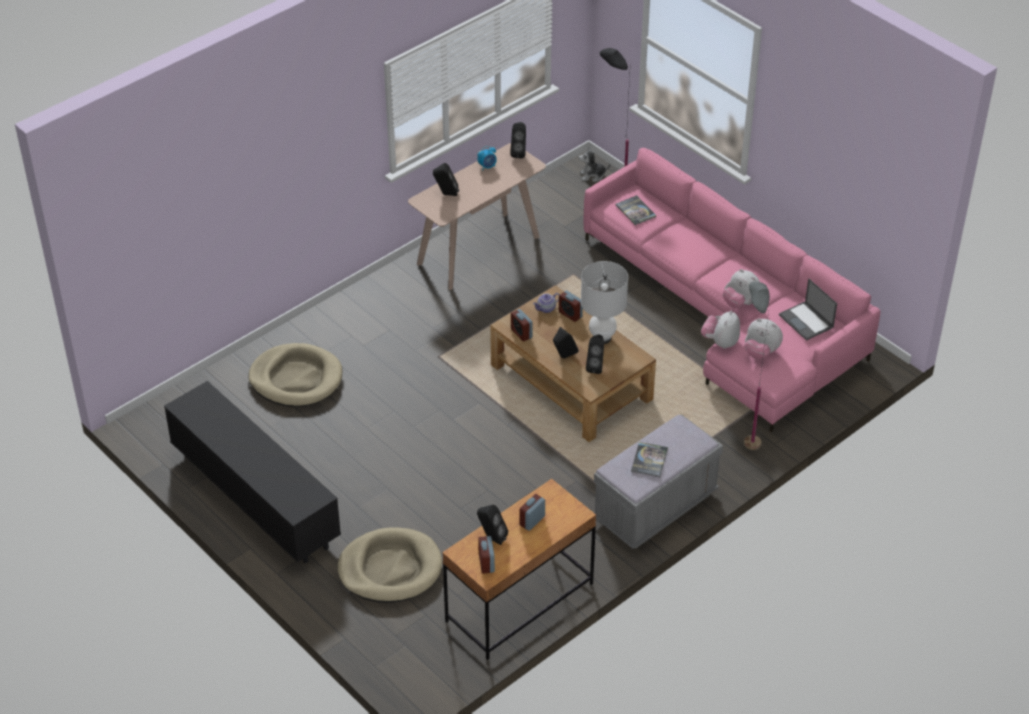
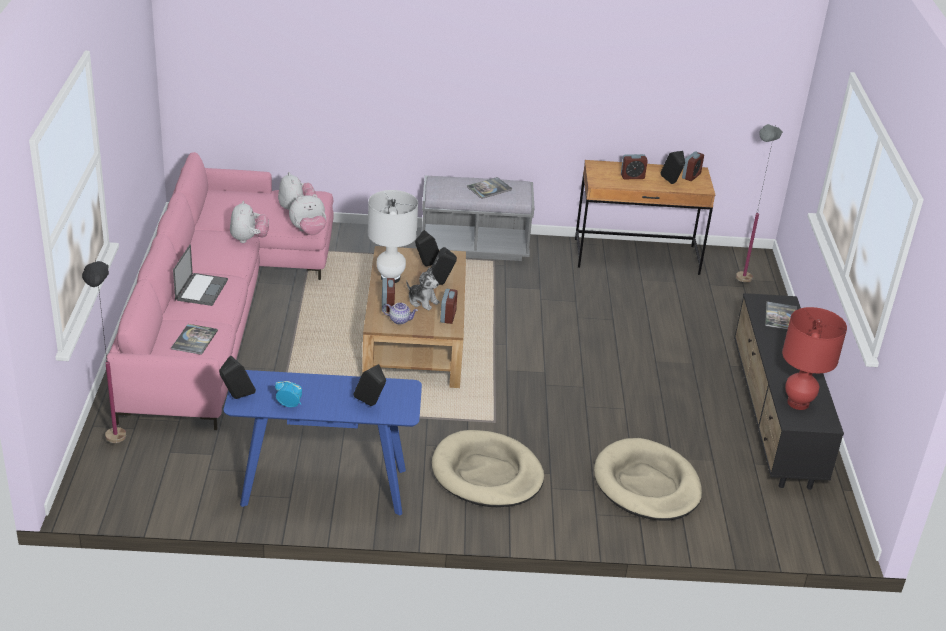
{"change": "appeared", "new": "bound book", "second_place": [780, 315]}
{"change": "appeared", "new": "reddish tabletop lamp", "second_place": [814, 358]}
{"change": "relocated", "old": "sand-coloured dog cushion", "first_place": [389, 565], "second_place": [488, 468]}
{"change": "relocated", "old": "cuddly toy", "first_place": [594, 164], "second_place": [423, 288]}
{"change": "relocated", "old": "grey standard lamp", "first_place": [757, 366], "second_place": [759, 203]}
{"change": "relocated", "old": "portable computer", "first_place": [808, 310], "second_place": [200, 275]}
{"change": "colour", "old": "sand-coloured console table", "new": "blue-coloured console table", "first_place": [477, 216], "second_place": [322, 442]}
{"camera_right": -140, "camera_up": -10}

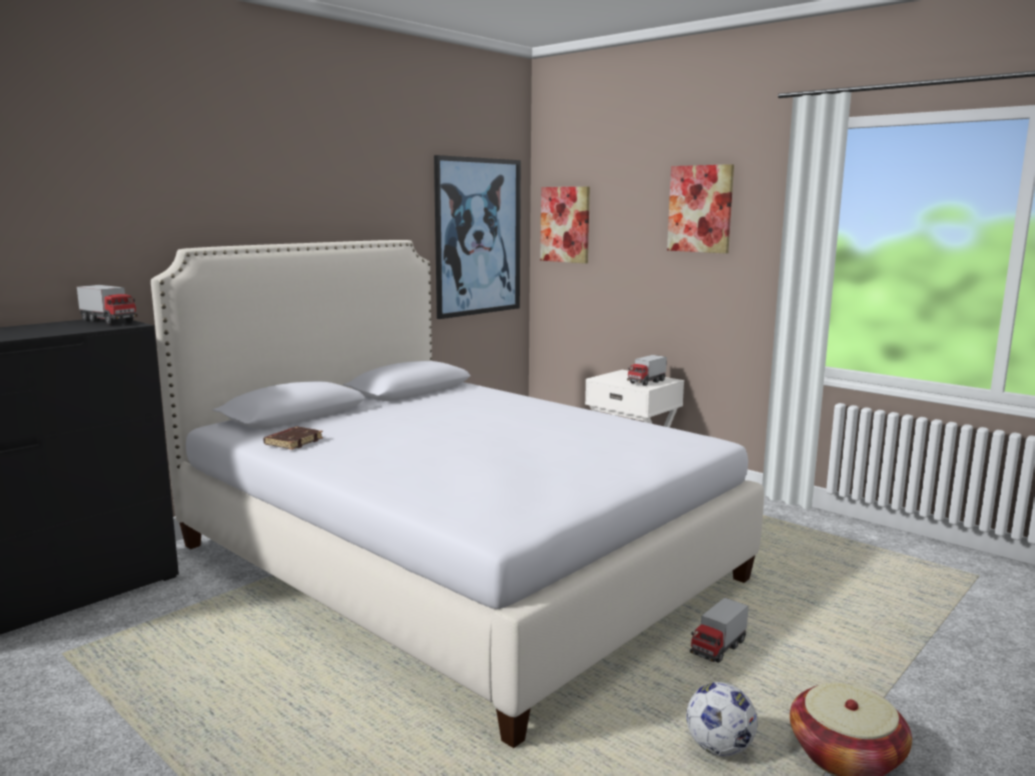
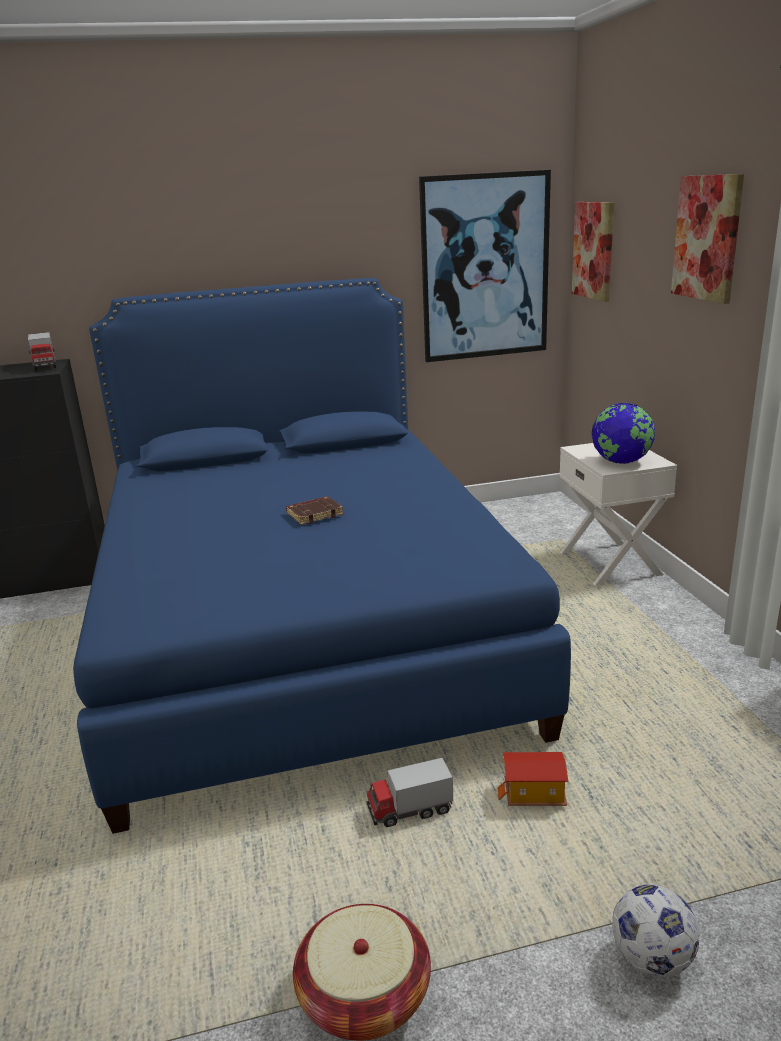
{"change": "appeared", "new": "model house", "second_place": [532, 779]}
{"change": "relocated", "old": "brown bound book", "first_place": [293, 438], "second_place": [315, 510]}
{"change": "relocated", "old": "football", "first_place": [722, 719], "second_place": [655, 931]}
{"change": "exchanged", "old": "toy truck", "new": "world globe", "first_place": [647, 370], "second_place": [623, 433]}
{"change": "colour", "old": "whitish sleeping bed", "new": "blue-coloured sleeping bed", "first_place": [457, 494], "second_place": [322, 556]}
{"camera_right": 35, "camera_up": 10}

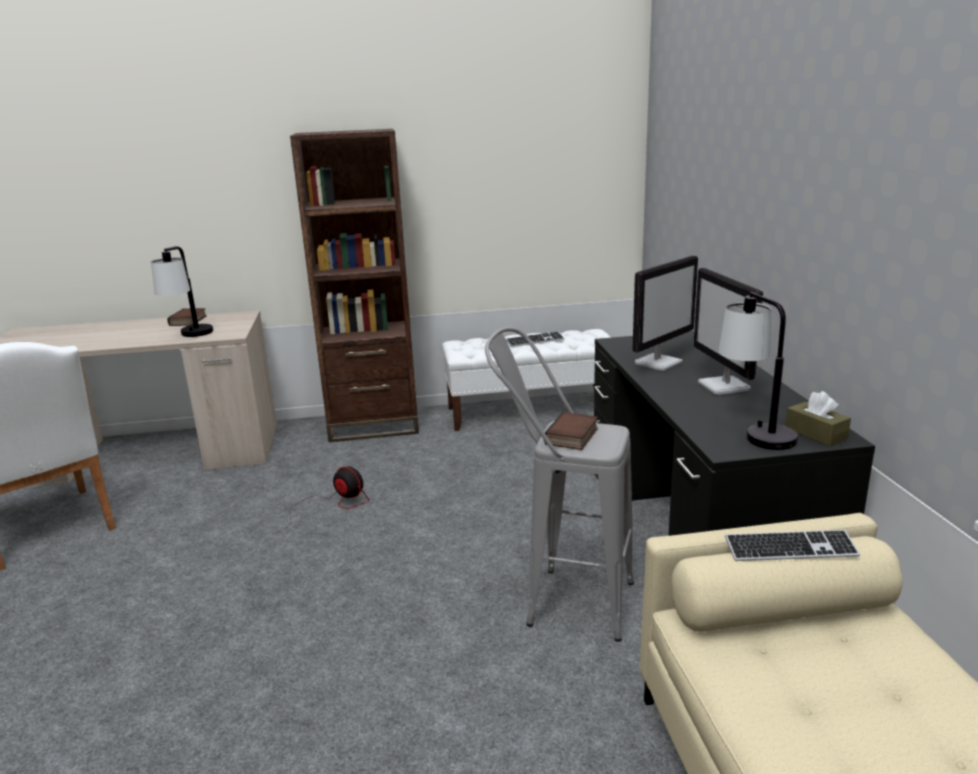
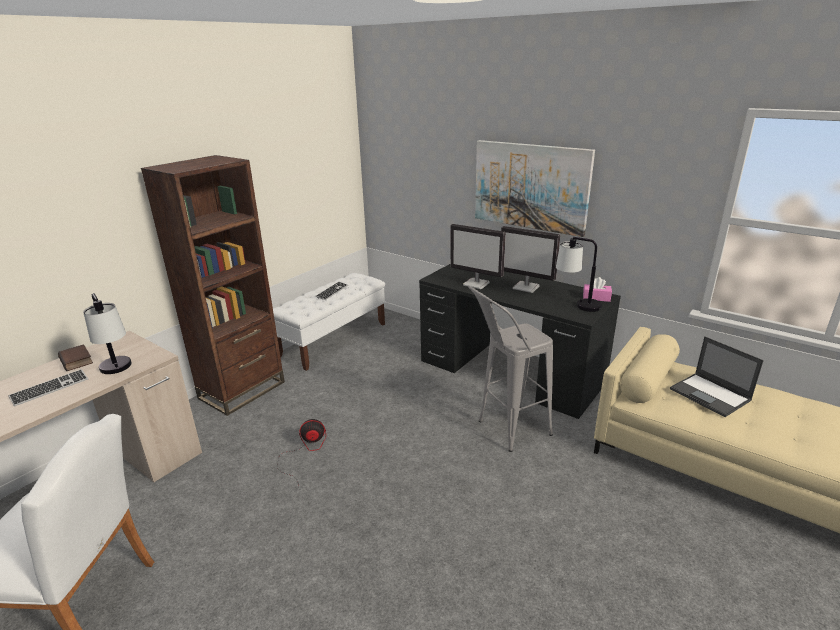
{"change": "missing", "old": "bound book", "first_place": [571, 431]}
{"change": "appeared", "new": "wall art", "second_place": [535, 188]}
{"change": "appeared", "new": "portable computer", "second_place": [717, 376]}
{"change": "relocated", "old": "keyboard", "first_place": [792, 545], "second_place": [48, 387]}
{"change": "colour", "old": "brown tissue box", "new": "pink tissue box", "first_place": [818, 418], "second_place": [597, 289]}
{"change": "spun", "old": "computer display", "first_place": [665, 313], "second_place": [478, 256], "degrees": 120}
{"camera_right": -45, "camera_up": 5}

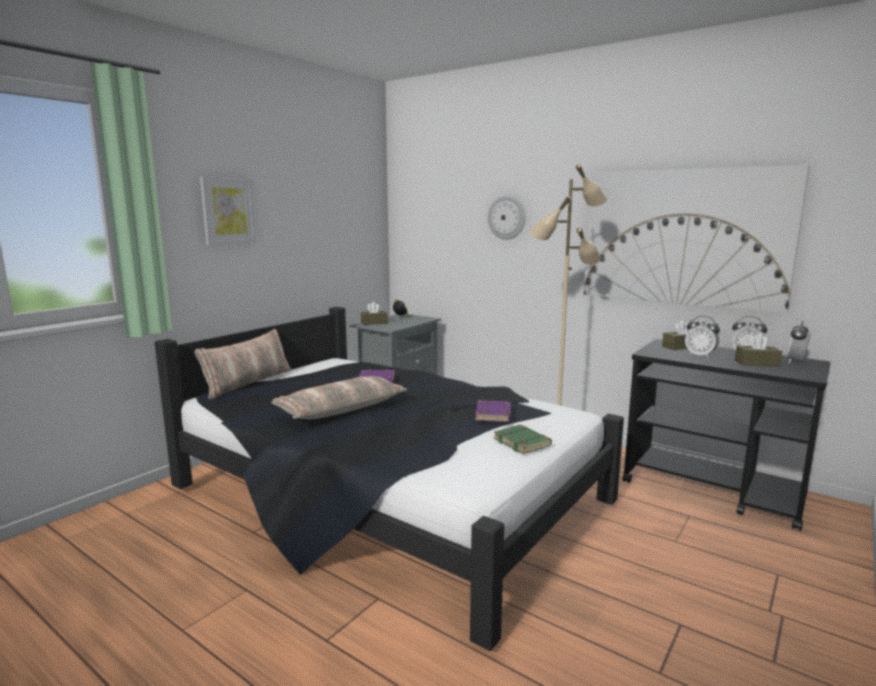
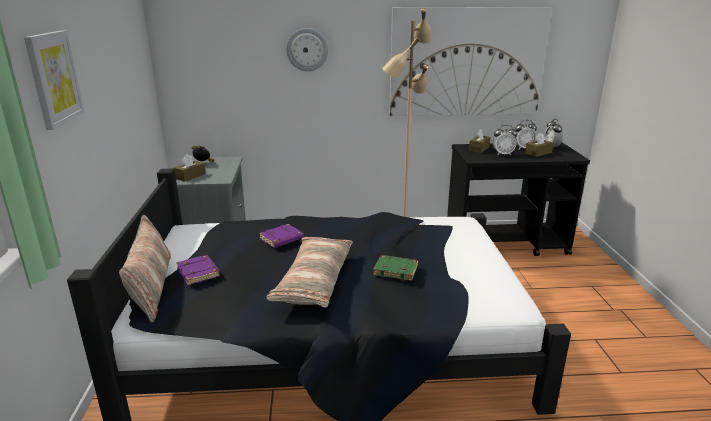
{"change": "relocated", "old": "purplish bound book", "first_place": [493, 411], "second_place": [198, 270]}
{"change": "relocated", "old": "green bound book", "first_place": [523, 439], "second_place": [395, 268]}
{"camera_right": -40, "camera_up": 10}

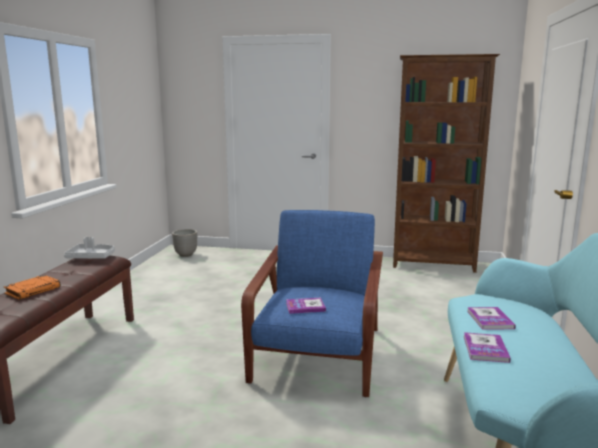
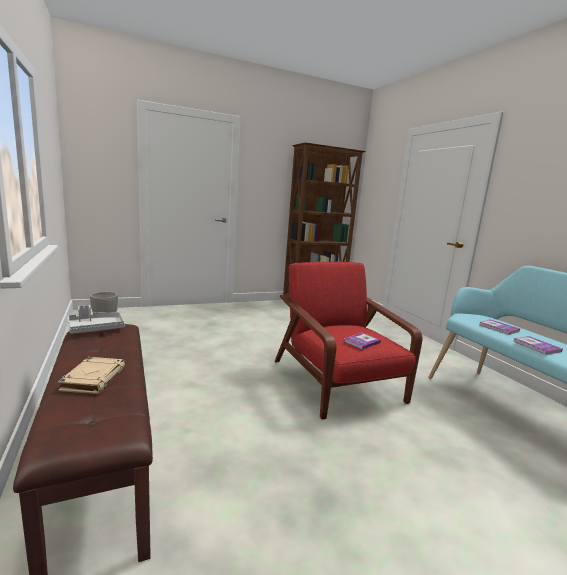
{"change": "colour", "old": "orangey bound book", "new": "sand-coloured bound book", "first_place": [32, 287], "second_place": [91, 375]}
{"change": "colour", "old": "blue-coloured armchair", "new": "reddish armchair", "first_place": [312, 303], "second_place": [349, 341]}
{"camera_right": -35, "camera_up": 0}

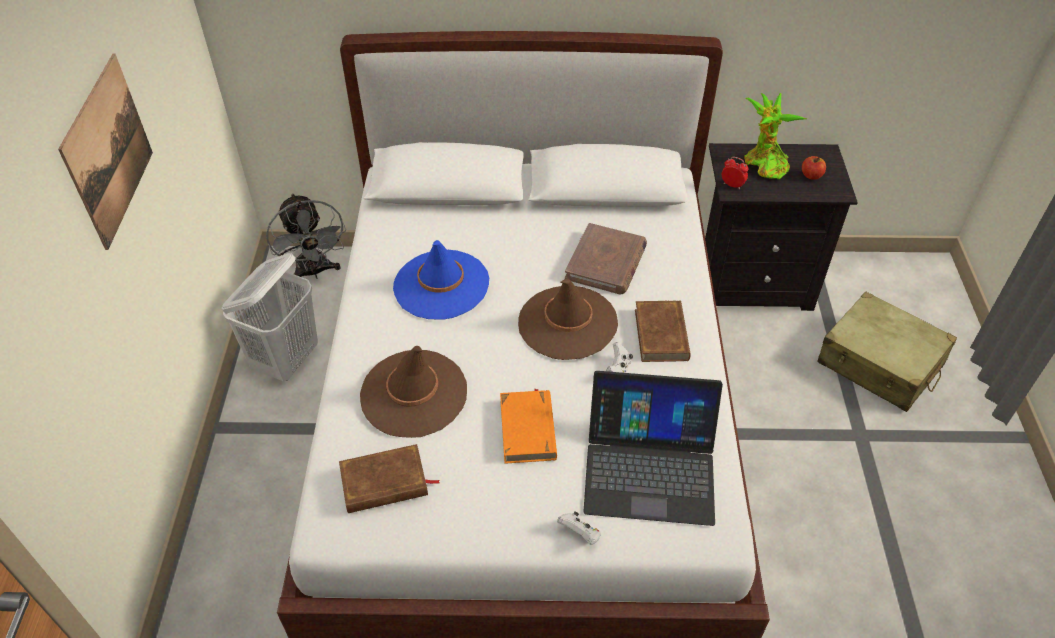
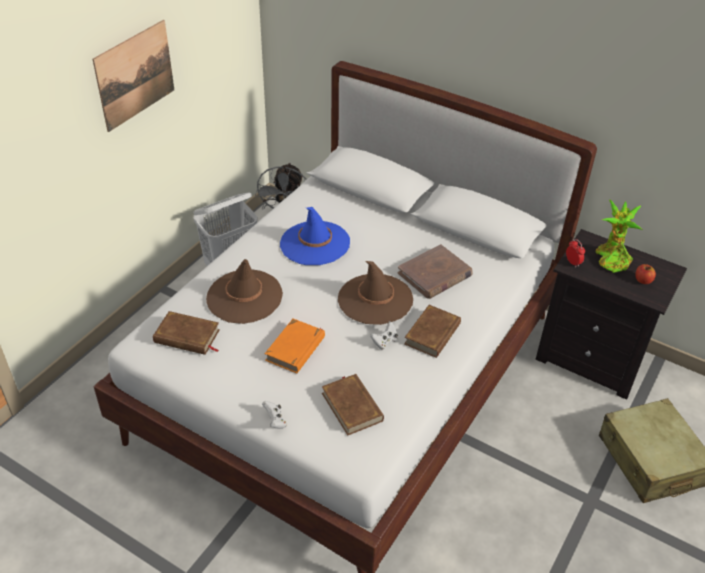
{"change": "exchanged", "old": "portable computer", "new": "brown bound book", "first_place": [653, 448], "second_place": [353, 404]}
{"camera_right": 30, "camera_up": -5}

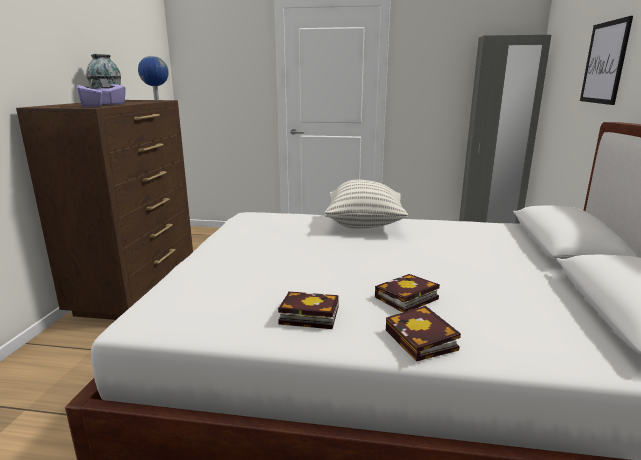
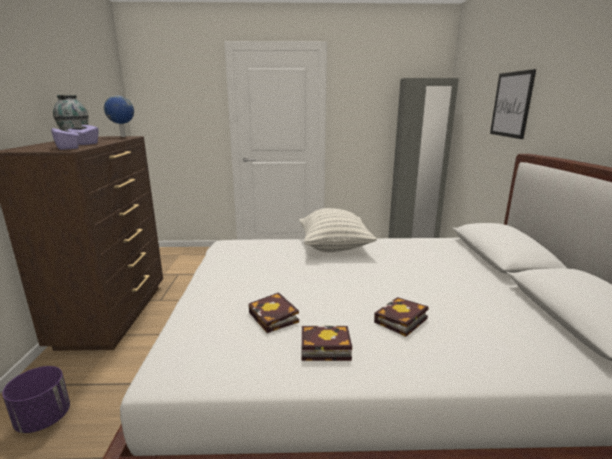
{"change": "appeared", "new": "purplish flower pot", "second_place": [36, 399]}
{"change": "relocated", "old": "bound book", "first_place": [423, 334], "second_place": [273, 312]}
{"camera_right": -10, "camera_up": 0}

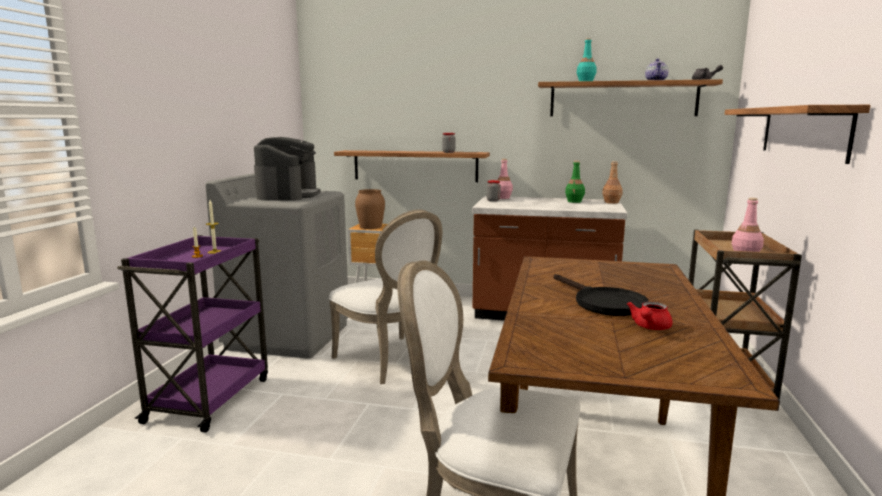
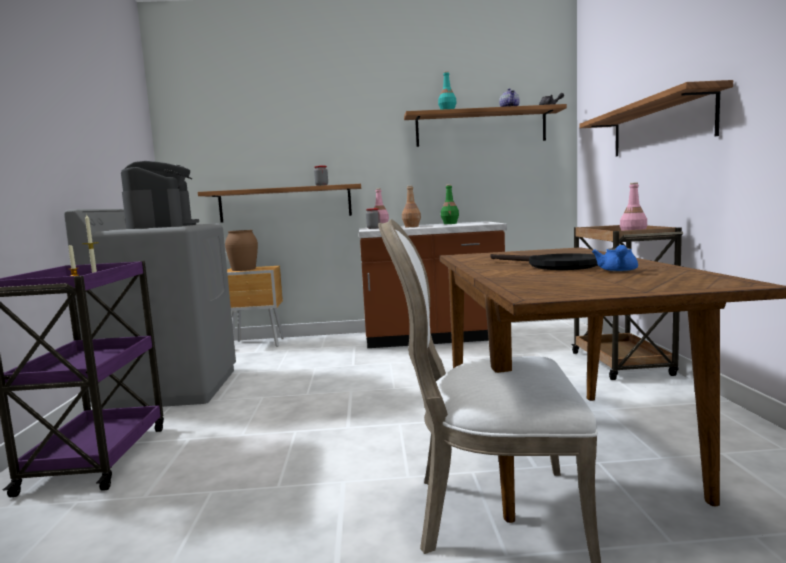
{"change": "missing", "old": "whitish upright chair", "first_place": [385, 296]}
{"change": "relocated", "old": "brown bottle", "first_place": [612, 182], "second_place": [411, 206]}
{"change": "colour", "old": "reddish pot for tea", "new": "blue-coloured pot for tea", "first_place": [650, 316], "second_place": [615, 258]}
{"camera_right": -15, "camera_up": -5}

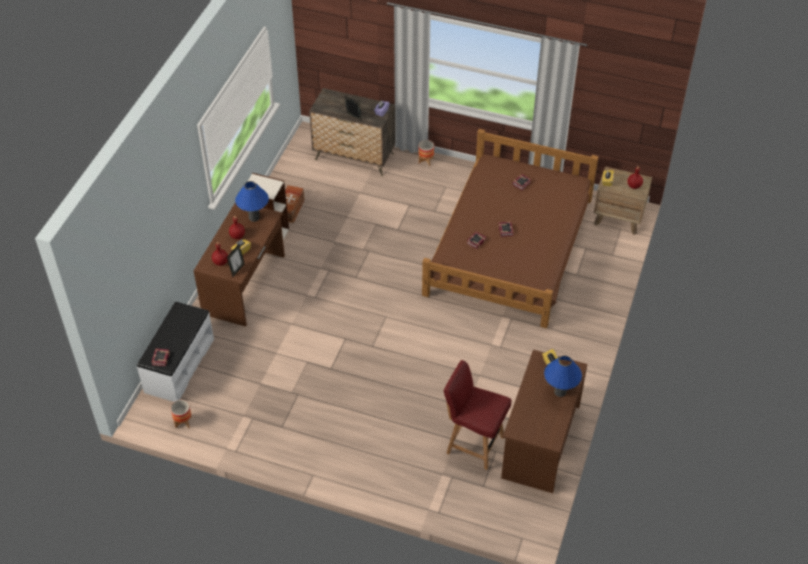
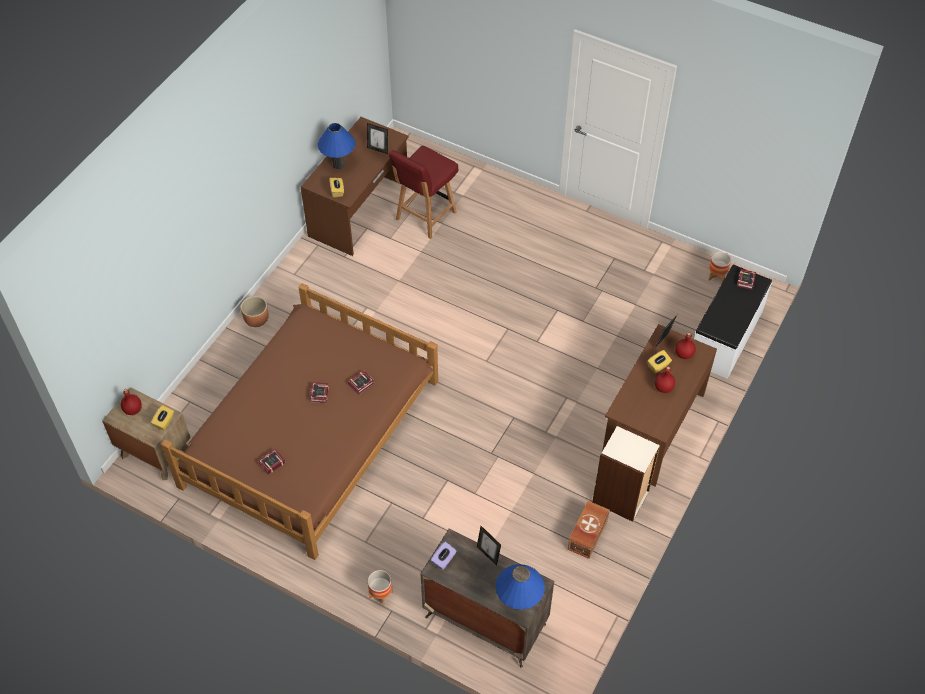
{"change": "appeared", "new": "brown flower pot", "second_place": [255, 311]}
{"change": "appeared", "new": "standing frame", "second_place": [377, 138]}
{"change": "relocated", "old": "blue-coloured tabletop lamp", "first_place": [252, 201], "second_place": [520, 587]}
{"change": "spun", "old": "reddish upright chair", "first_place": [477, 415], "second_place": [423, 192], "degrees": 90}
{"camera_right": -170, "camera_up": 5}

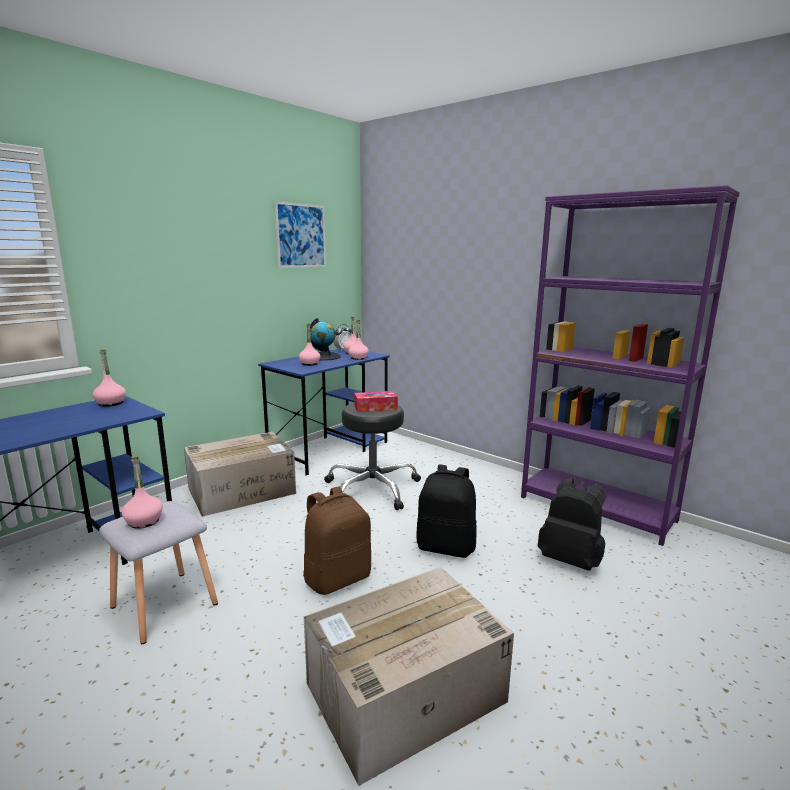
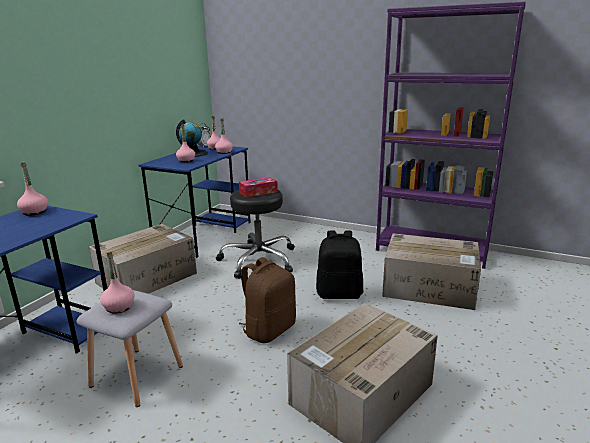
{"change": "missing", "old": "wall art", "first_place": [300, 235]}
{"change": "exchanged", "old": "blackish knapsack", "new": "carton", "first_place": [572, 524], "second_place": [431, 271]}
{"camera_right": -15, "camera_up": 5}

